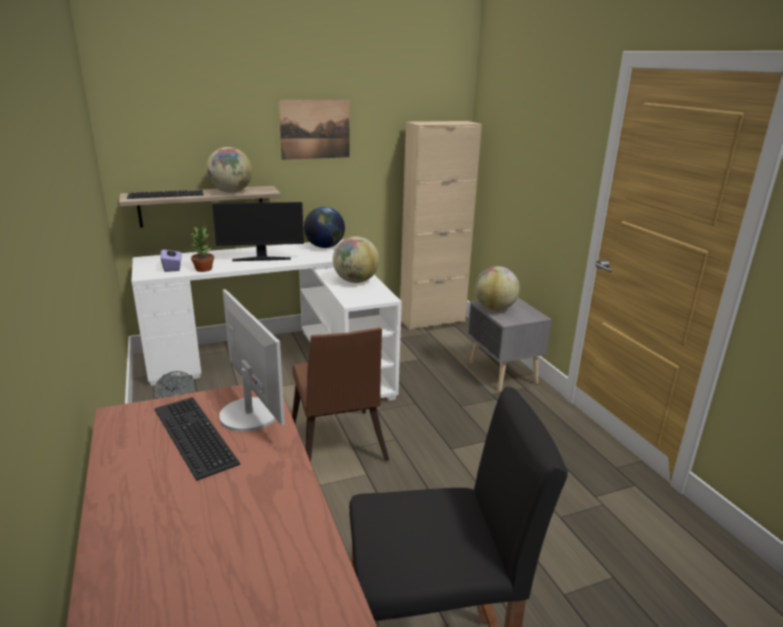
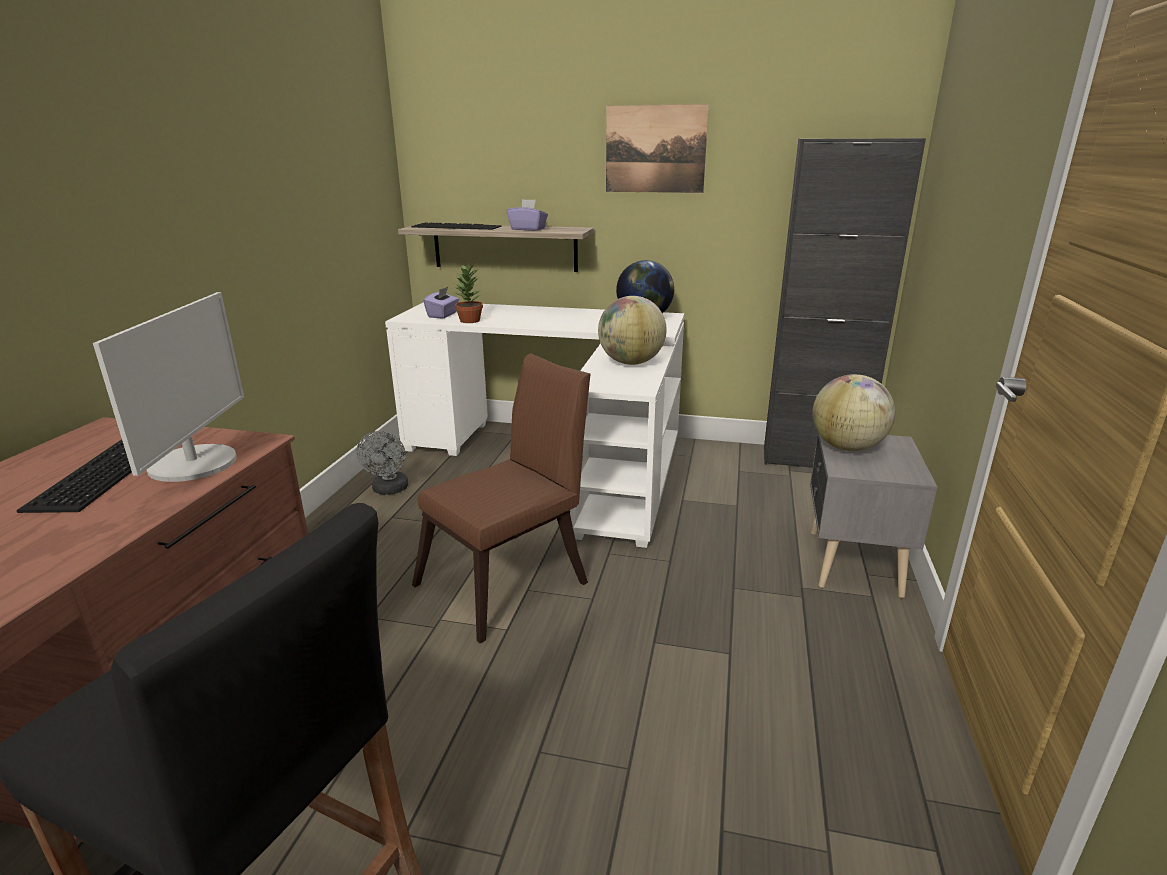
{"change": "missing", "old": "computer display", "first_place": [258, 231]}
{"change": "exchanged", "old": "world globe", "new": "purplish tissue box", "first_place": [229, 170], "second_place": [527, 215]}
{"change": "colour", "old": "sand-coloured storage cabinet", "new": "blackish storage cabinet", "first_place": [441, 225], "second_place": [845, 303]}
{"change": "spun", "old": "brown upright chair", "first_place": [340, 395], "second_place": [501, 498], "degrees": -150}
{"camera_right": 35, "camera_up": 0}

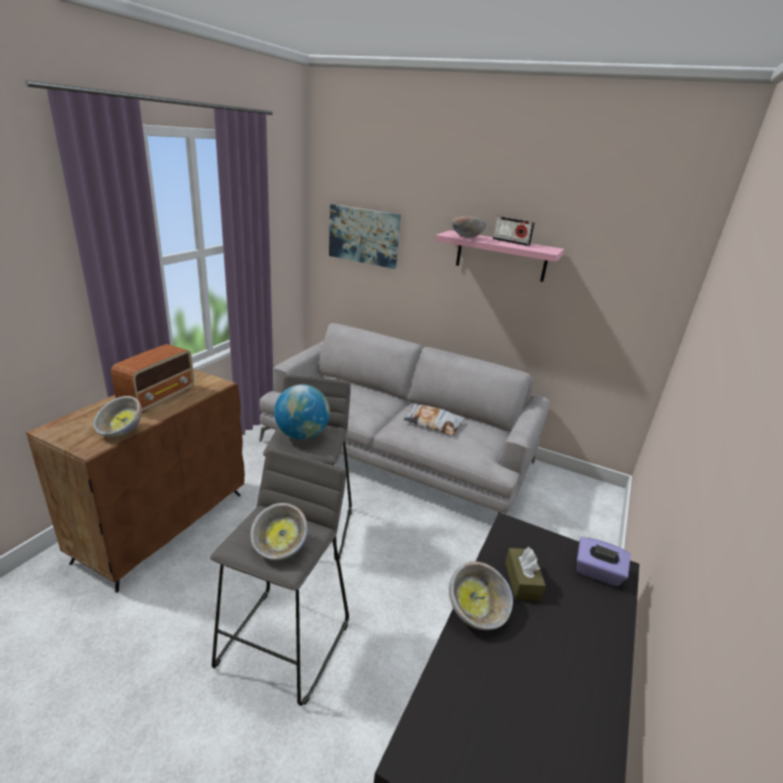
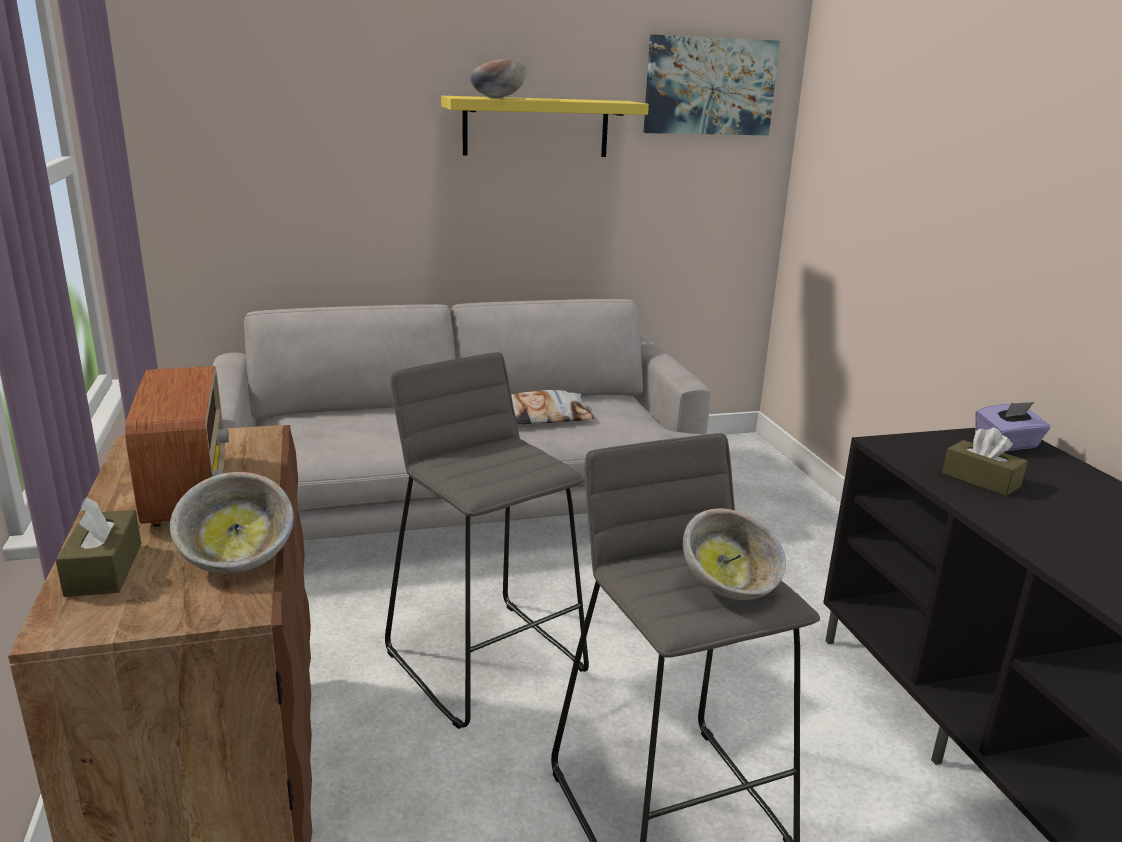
{"change": "missing", "old": "world globe", "first_place": [302, 412]}
{"change": "missing", "old": "deep dish", "first_place": [481, 596]}
{"change": "missing", "old": "radio", "first_place": [514, 231]}
{"change": "appeared", "new": "brown tissue box", "second_place": [98, 547]}
{"change": "relocated", "old": "wall art", "first_place": [365, 236], "second_place": [711, 85]}
{"change": "colour", "old": "pink bracket shelf", "new": "yellow-coloured bracket shelf", "first_place": [499, 256], "second_place": [545, 126]}
{"camera_right": -40, "camera_up": -5}

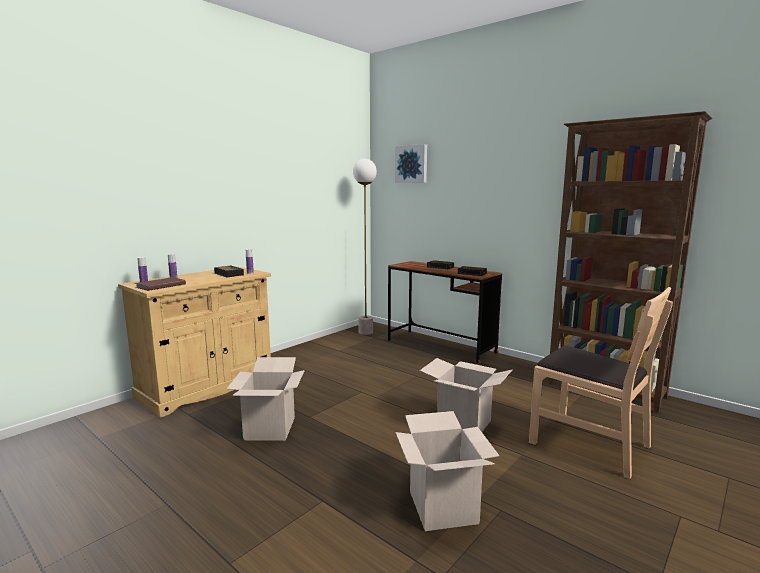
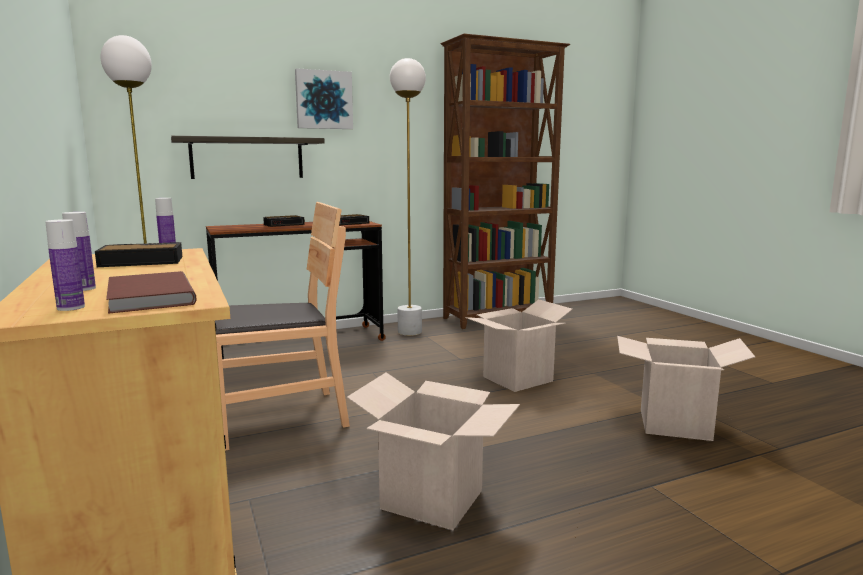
{"change": "appeared", "new": "bracket shelf", "second_place": [248, 157]}
{"change": "appeared", "new": "whitish standard lamp", "second_place": [408, 197]}
{"change": "relocated", "old": "wall art", "first_place": [411, 163], "second_place": [324, 98]}
{"change": "relocated", "old": "brown upright chair", "first_place": [601, 383], "second_place": [282, 326]}
{"camera_right": -65, "camera_up": 0}

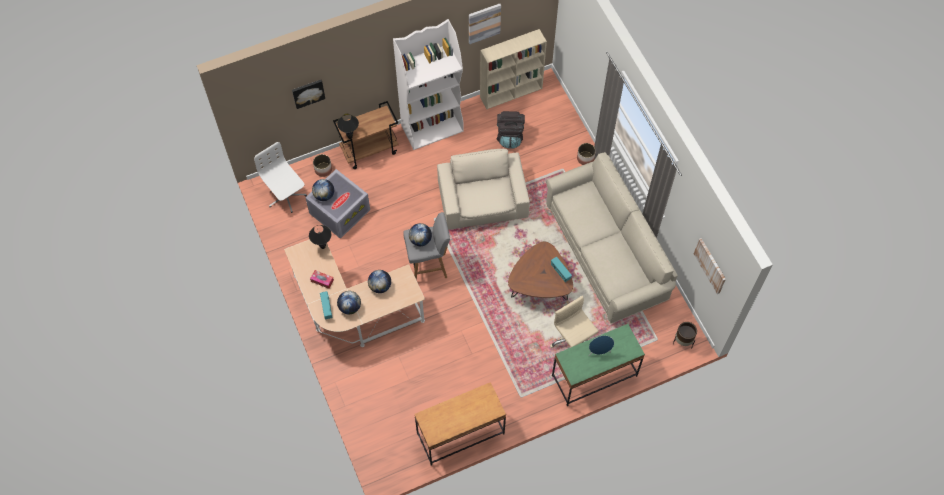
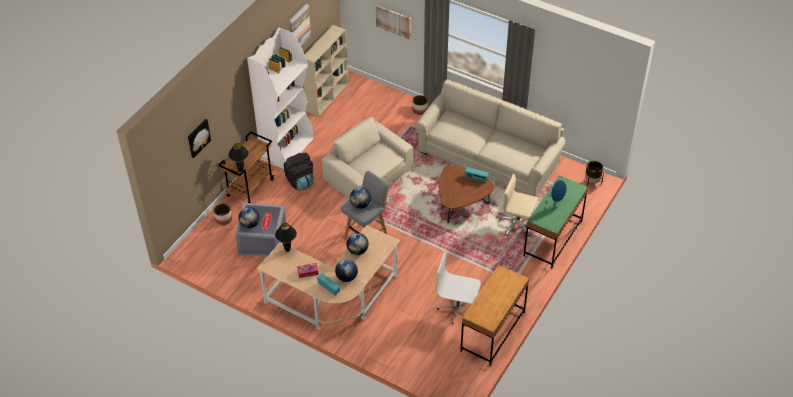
{"change": "relocated", "old": "whitish desk chair", "first_place": [280, 177], "second_place": [458, 288]}
{"change": "relocated", "old": "blackish knapsack", "first_place": [511, 130], "second_place": [299, 171]}
{"change": "relocated", "old": "wall art", "first_place": [710, 266], "second_place": [393, 22]}
{"camera_right": -35, "camera_up": -15}

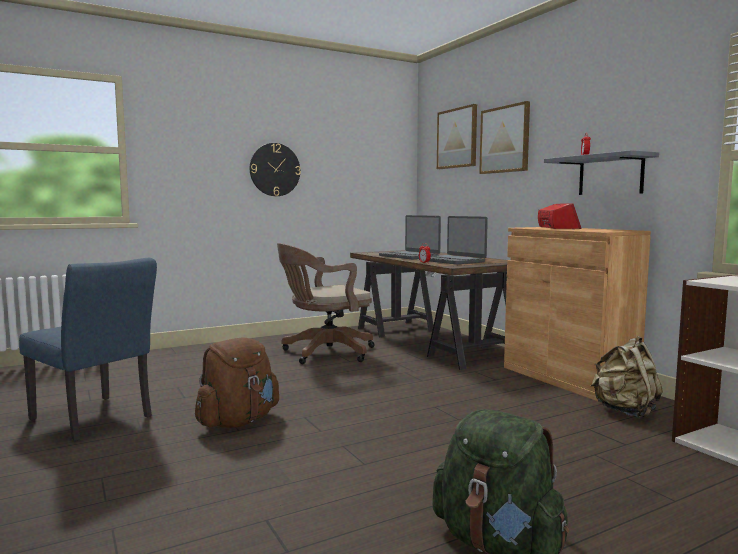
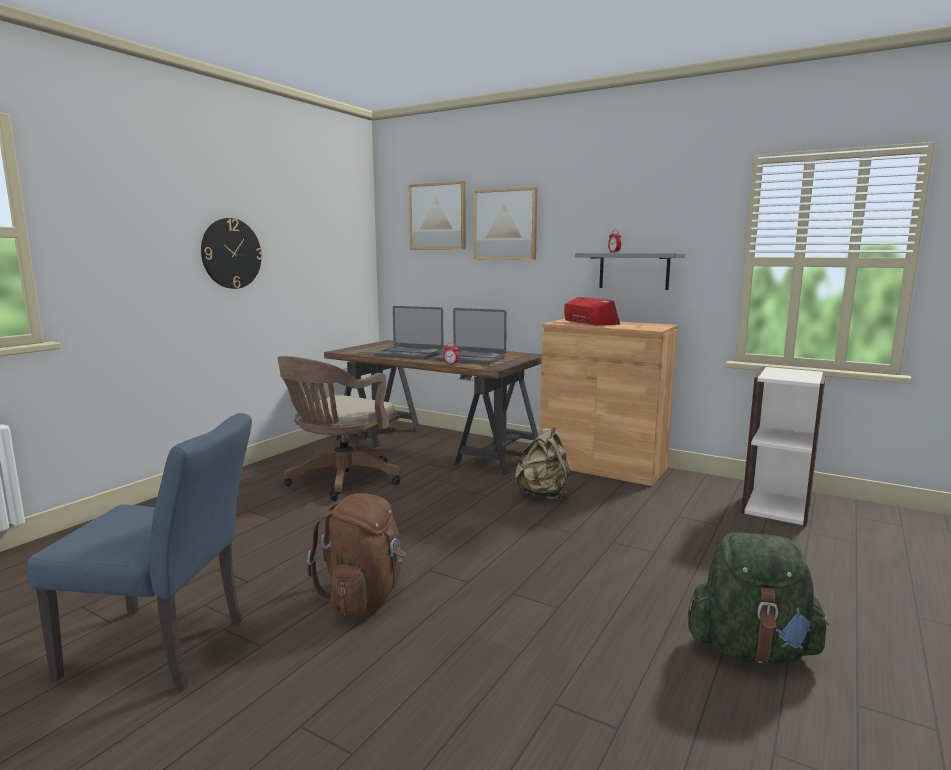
{"change": "relocated", "old": "sand-coloured knapsack", "first_place": [627, 377], "second_place": [542, 463]}
{"camera_right": -30, "camera_up": 5}

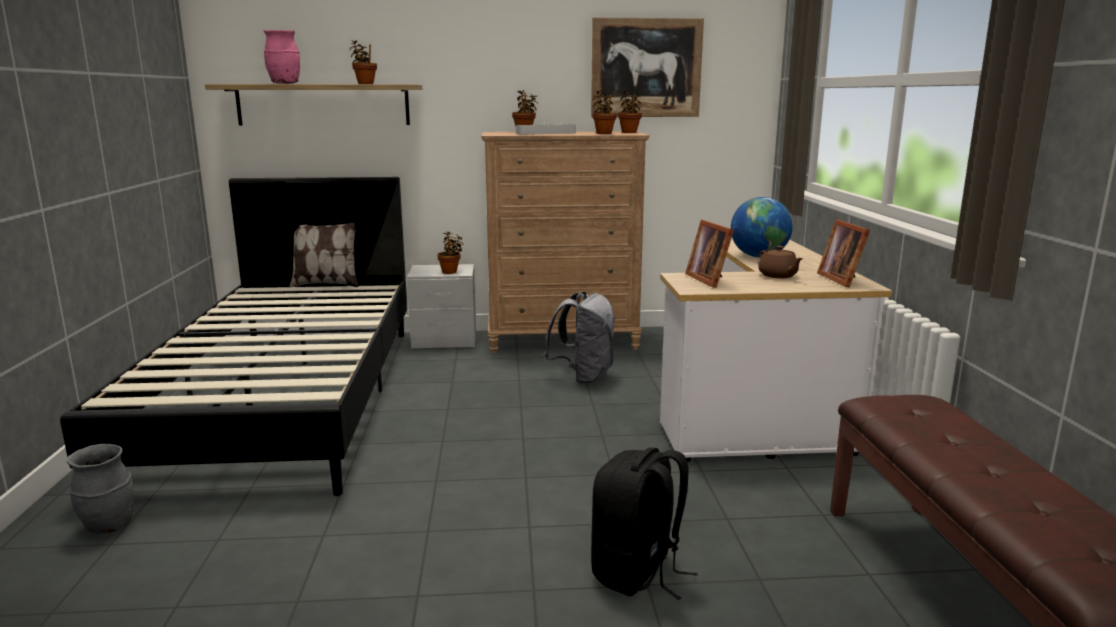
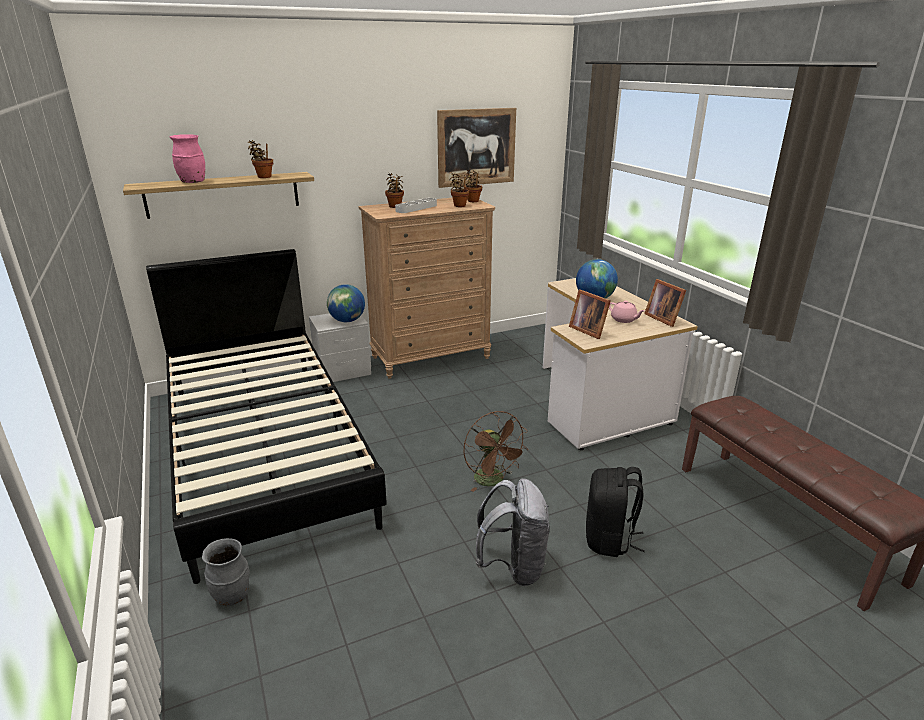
{"change": "missing", "old": "pillow", "first_place": [323, 255]}
{"change": "appeared", "new": "brown cooling fan", "second_place": [496, 451]}
{"change": "relocated", "old": "grey knapsack", "first_place": [579, 338], "second_place": [513, 532]}
{"change": "exchanged", "old": "houseplant", "new": "world globe", "first_place": [450, 252], "second_place": [346, 303]}
{"change": "colour", "old": "brown pot for tea", "new": "pink pot for tea", "first_place": [780, 262], "second_place": [627, 311]}
{"camera_right": -20, "camera_up": 10}

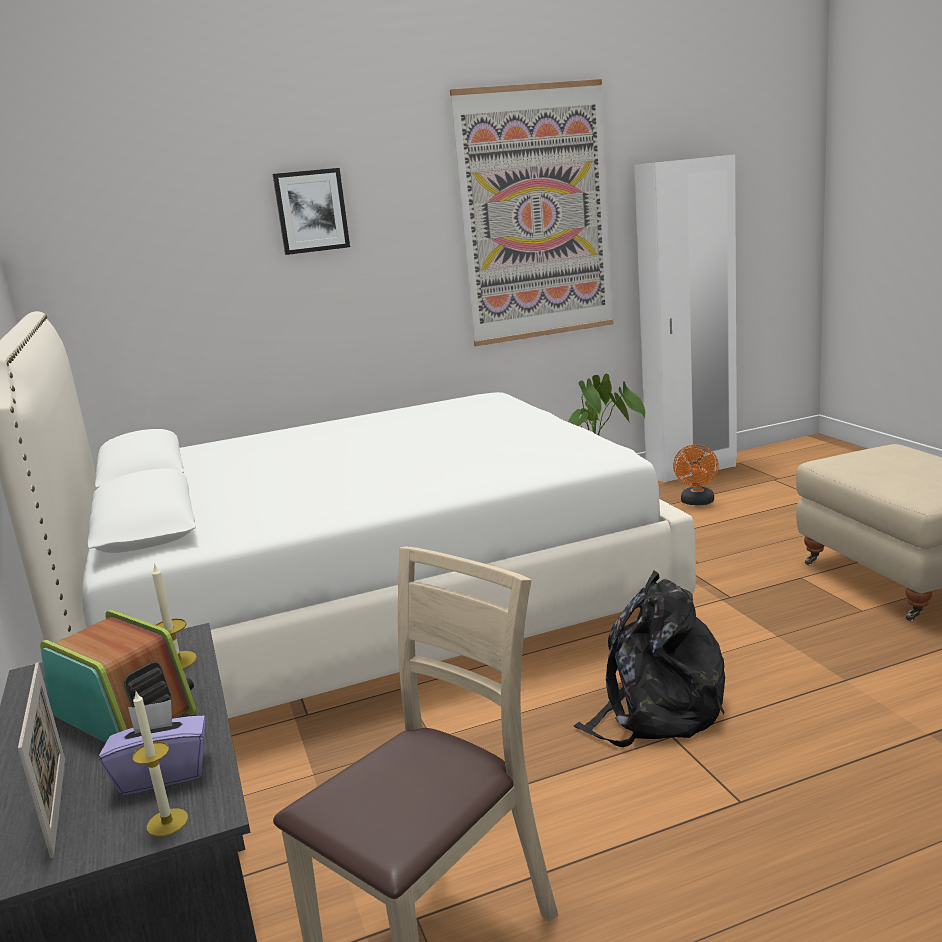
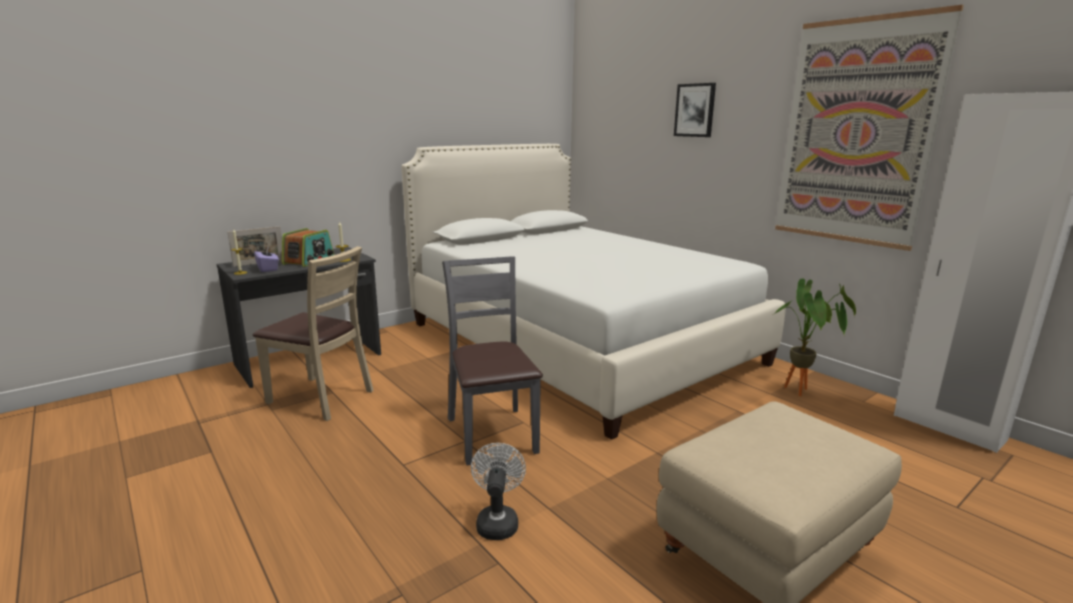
{"change": "missing", "old": "orangey cooling fan", "first_place": [696, 474]}
{"change": "appeared", "new": "whitish cooling fan", "second_place": [498, 491]}
{"change": "exchanged", "old": "blackish knapsack", "new": "grey upright chair", "first_place": [649, 658], "second_place": [492, 361]}
{"camera_right": 70, "camera_up": 0}

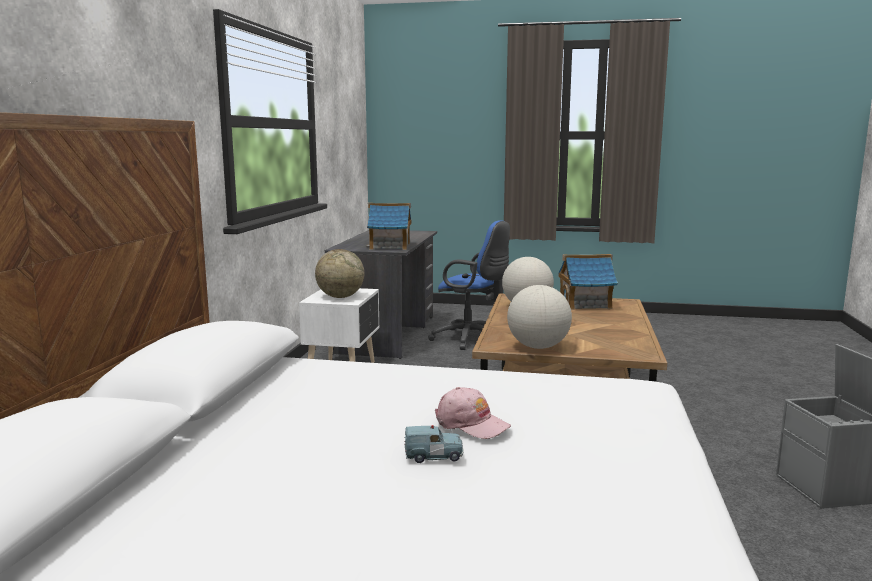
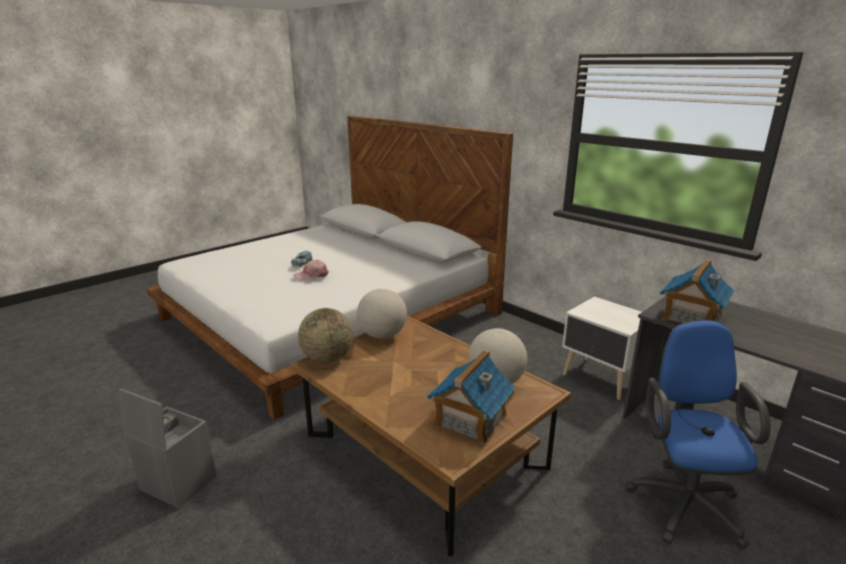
{"change": "relocated", "old": "world globe", "first_place": [339, 273], "second_place": [325, 335]}
{"change": "spun", "old": "blue-coloured desk chair", "first_place": [469, 285], "second_place": [698, 434], "degrees": 120}
{"camera_right": 125, "camera_up": 10}

